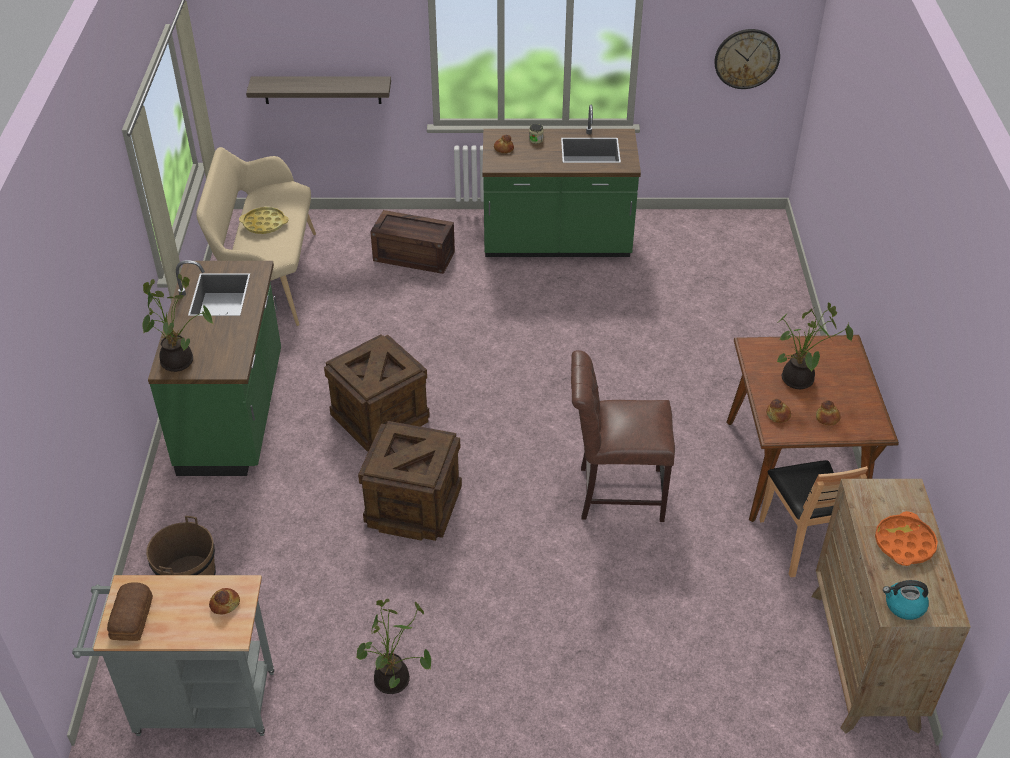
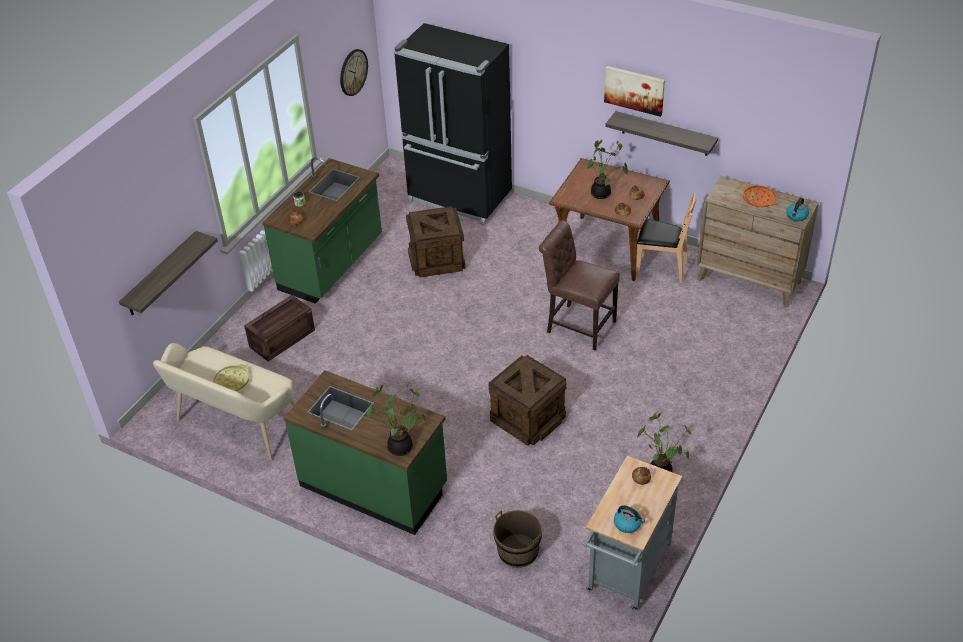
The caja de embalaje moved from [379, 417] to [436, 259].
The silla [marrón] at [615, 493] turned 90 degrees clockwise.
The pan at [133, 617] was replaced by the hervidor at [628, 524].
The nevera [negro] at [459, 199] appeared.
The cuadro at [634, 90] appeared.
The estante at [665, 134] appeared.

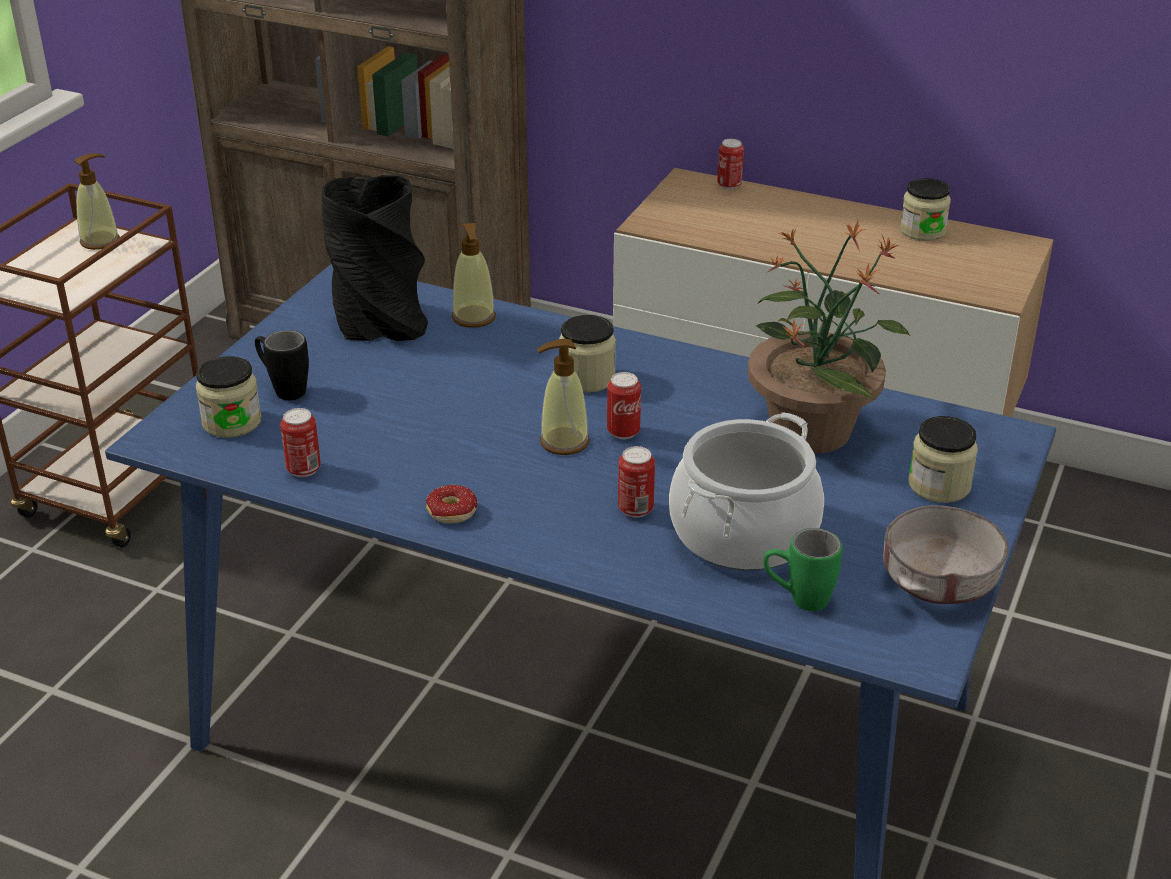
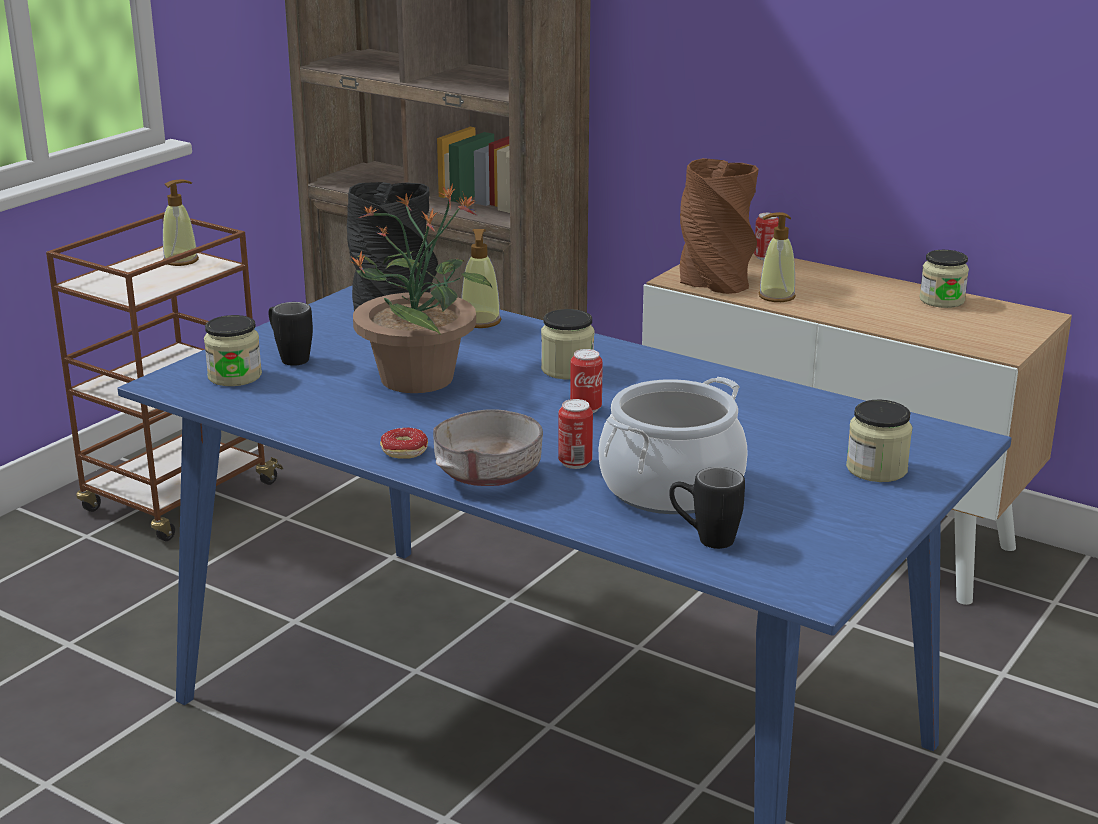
The planta en maceta moved from [811, 429] to [419, 377].
The dispensador de jabón moved from [564, 442] to [776, 296].
The lata at [303, 469] disappeared.
The cuenco [gris] moved from [940, 583] to [489, 476].
The taza grande [verde] at [797, 599] became the taza grande [negro] at [704, 539].
The florero [marrón] at [714, 280] appeared.

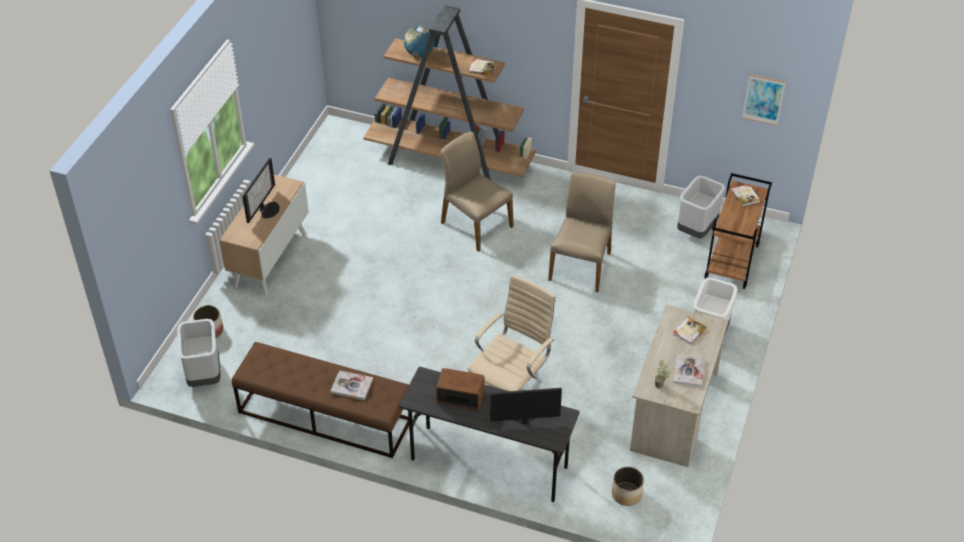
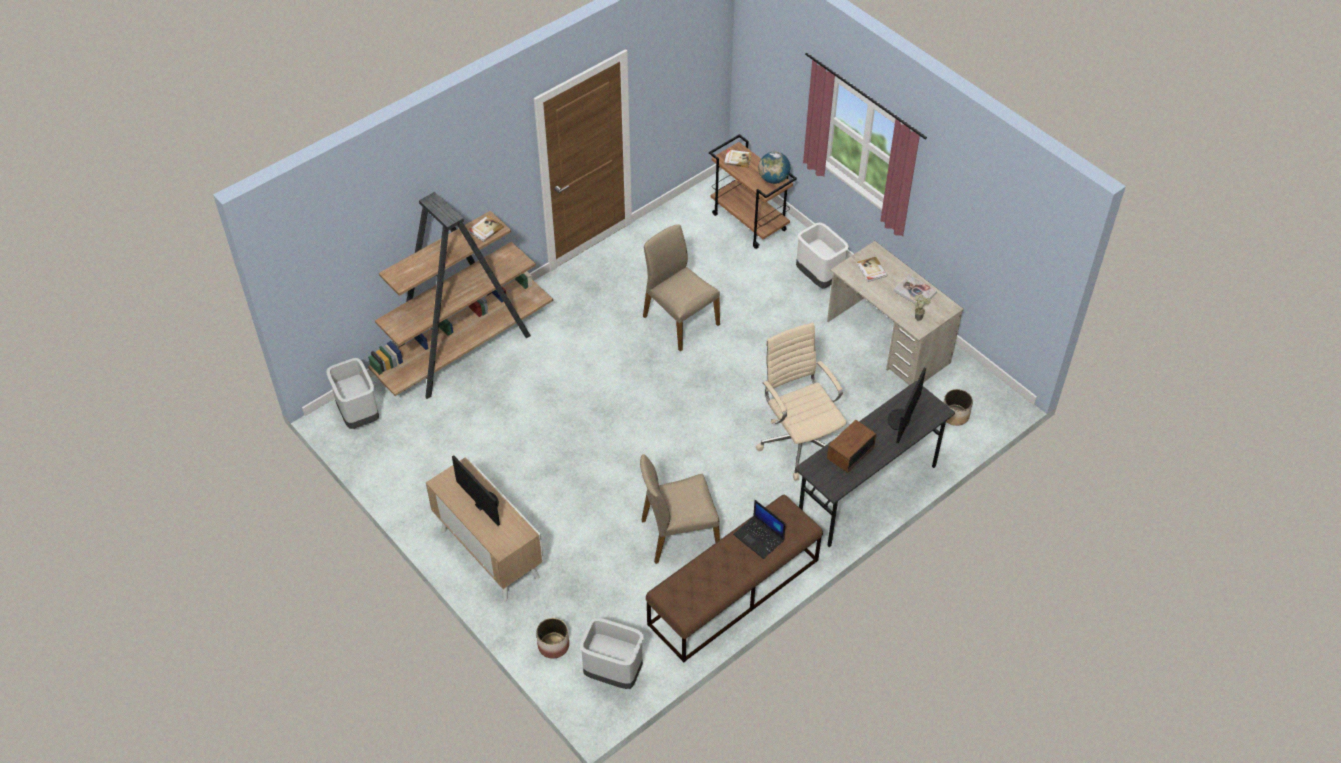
The globo terráqueo moved from [419, 54] to [773, 179].
The cuadro at [763, 99] disappeared.
The silla [beis] moved from [475, 224] to [679, 534].
The papelera [gris] moved from [696, 229] to [358, 415].
The libro at [351, 386] was replaced by the portátil at [759, 537].

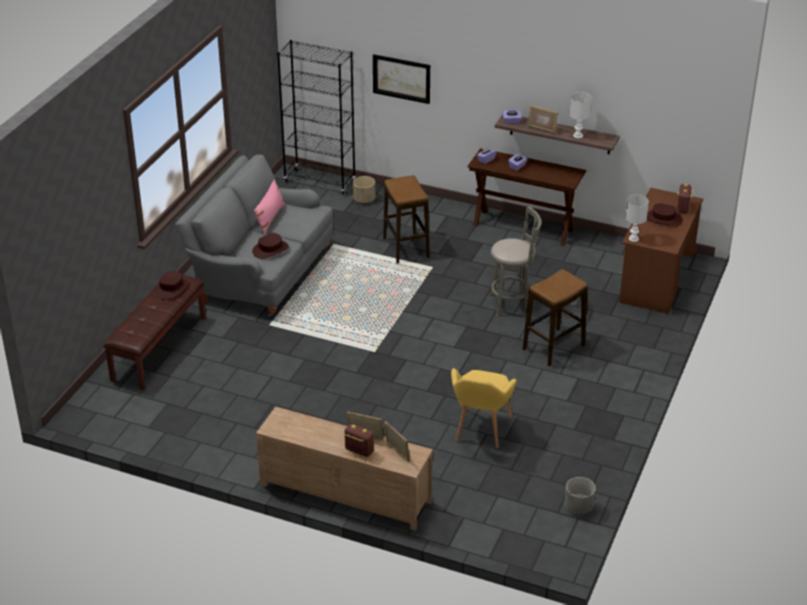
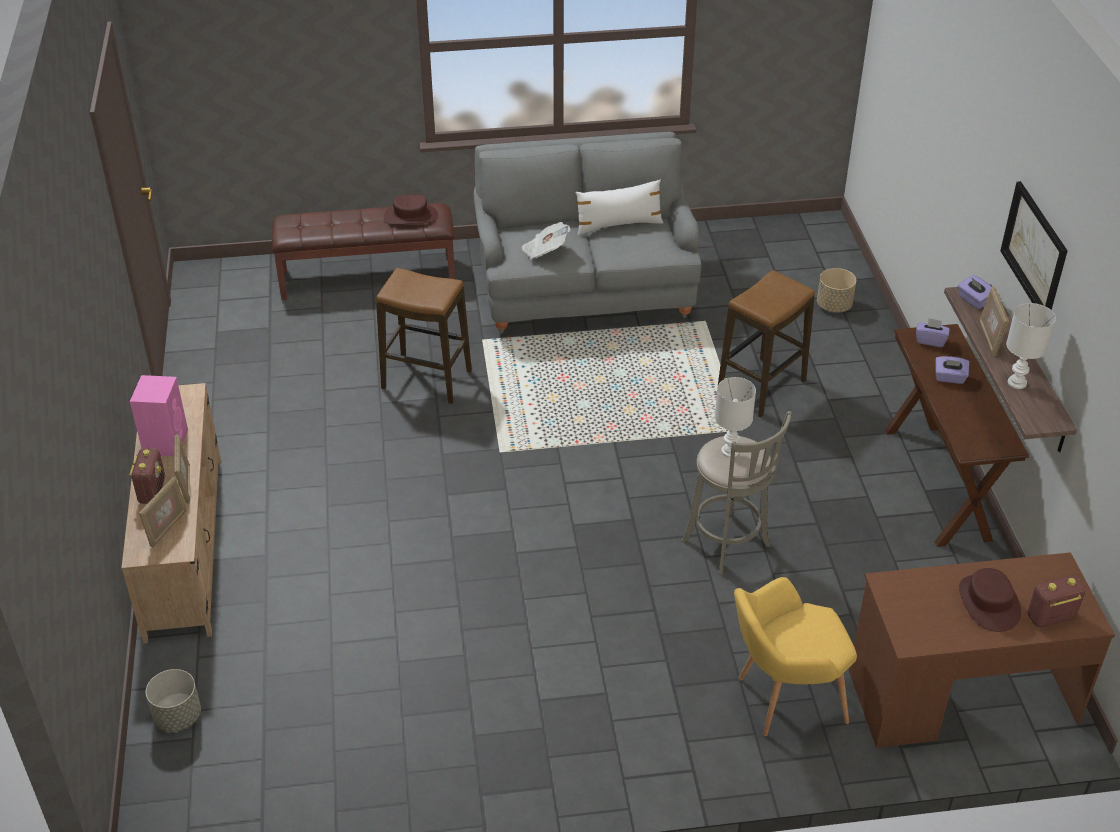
The estantería [negro] at [320, 182] disappeared.
The cuadro moved from [401, 78] to [1034, 250].
The cojín [rosa] at [270, 218] became the cojín [blanco] at [618, 225].
The lámpara de mesa [blanco] moved from [633, 239] to [729, 451].
The sombrero [marrón] at [270, 250] was replaced by the periódico at [545, 251].
The taburete moved from [553, 347] to [426, 380].
The sillón [amarillo] moved from [480, 431] to [783, 699].
The maceta [gris] moved from [578, 507] to [177, 716].
The altavoz [rosa] at [166, 441] appeared.

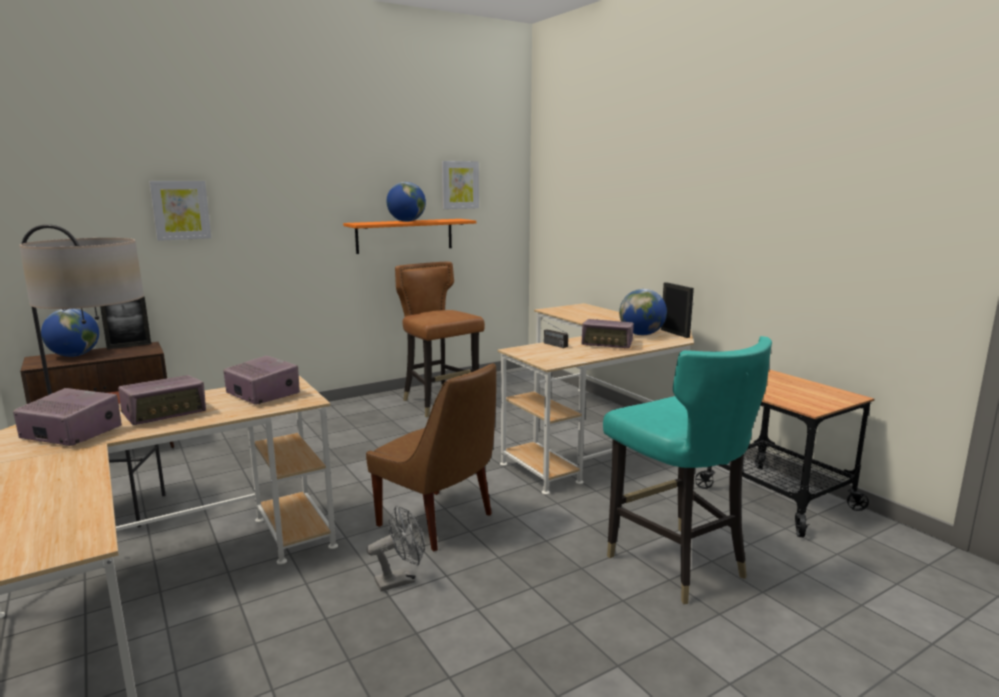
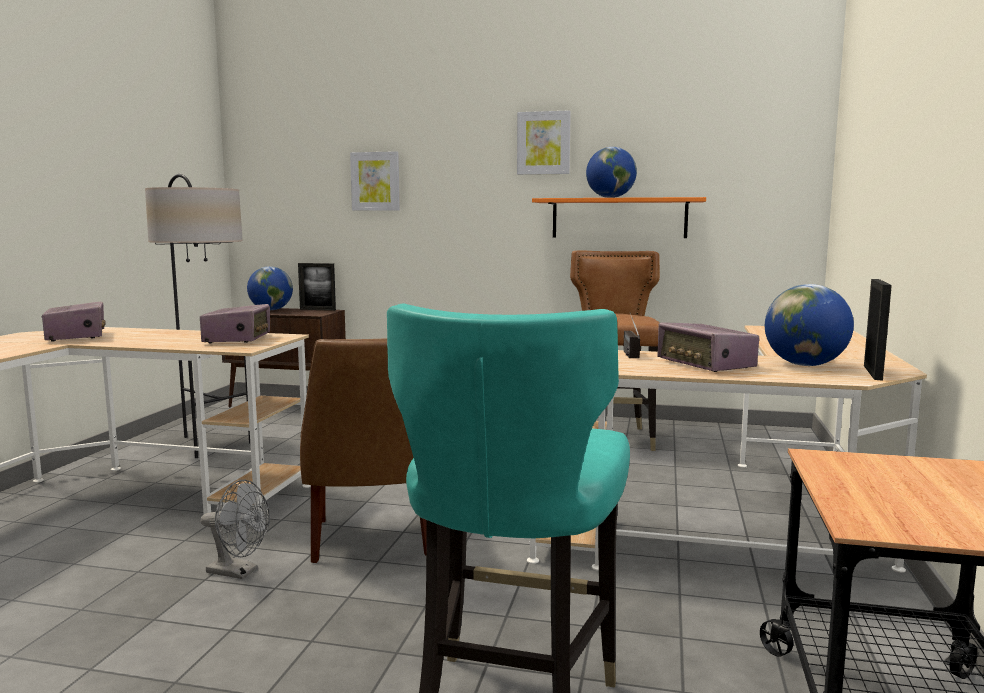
The cuadro moved from [459, 185] to [543, 143].
The radio at [165, 414] disappeared.

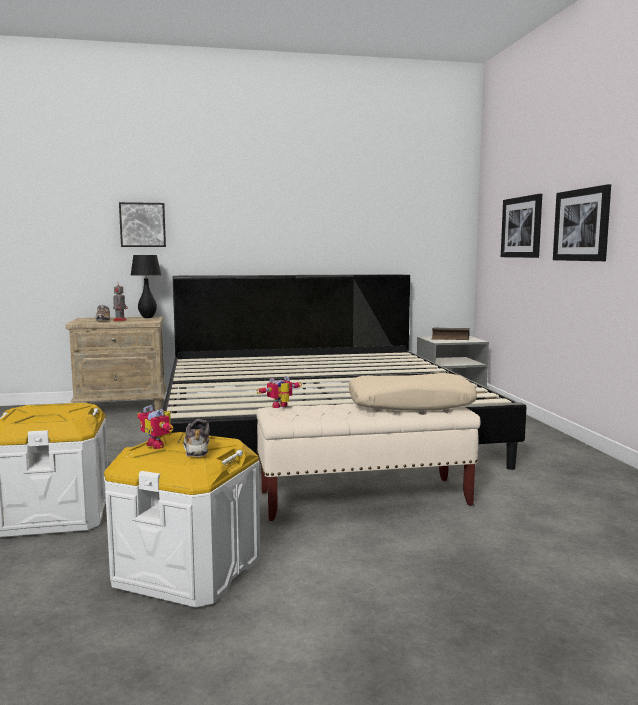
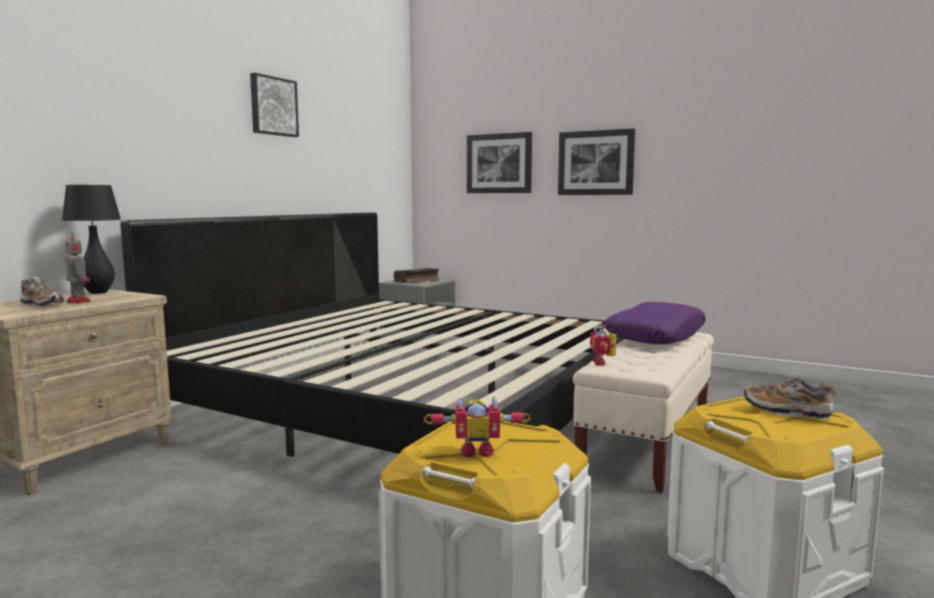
The cuadro moved from [143, 225] to [273, 106].
The cojín [beis] at [410, 404] became the cojín [morado] at [655, 336].
The robot de juguete moved from [159, 445] to [476, 451].

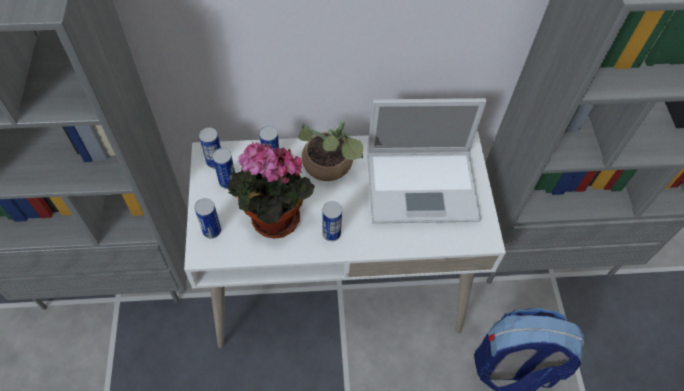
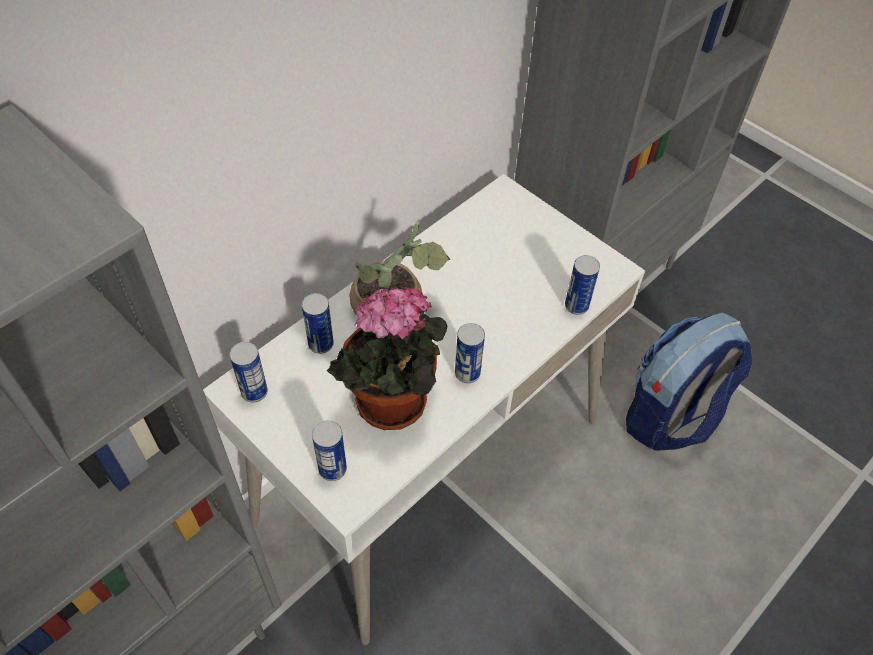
The portátil at [424, 185] disappeared.
The lata moved from [228, 182] to [576, 306].

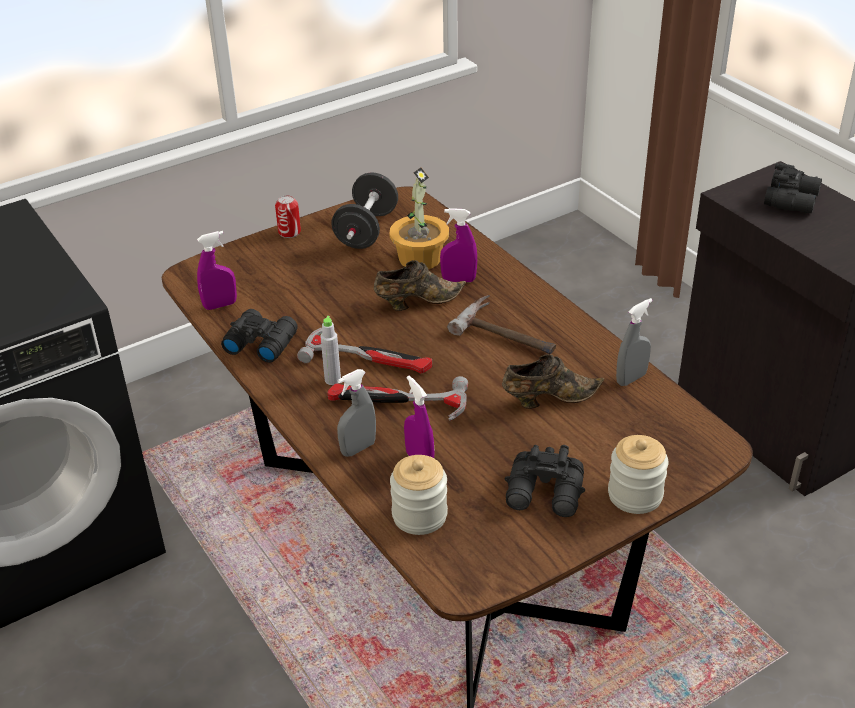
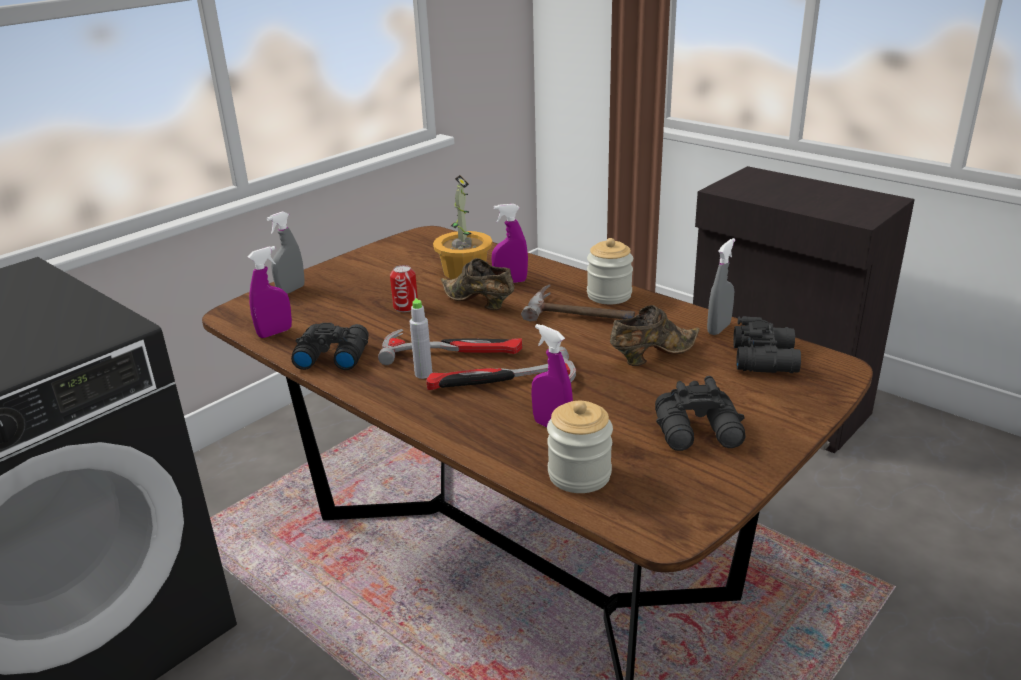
The prismáticos [negro] moved from [793, 199] to [766, 358].
The mancuerna [negro] at [366, 230] disappeared.
The lata moved from [289, 232] to [405, 307].
The zapato [marrón] at [417, 302] turned 105 degrees counterclockwise.
The pulverizador [gris] moved from [358, 448] to [291, 290].
The tarro moved from [635, 495] to [609, 295].

